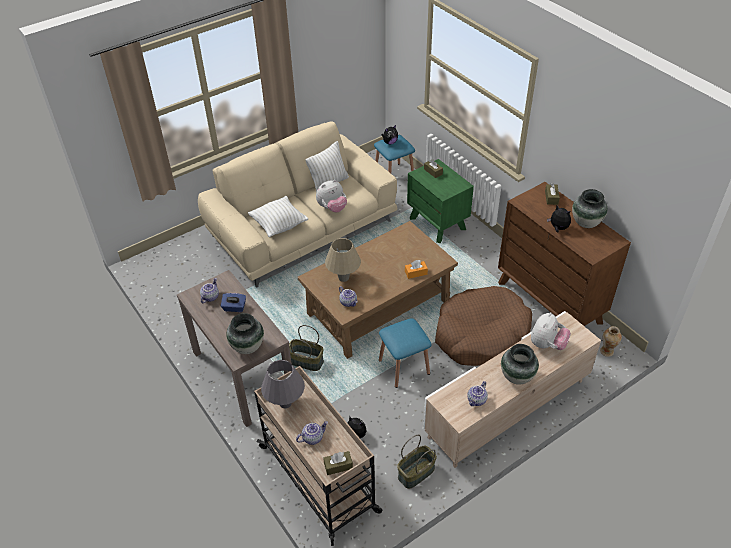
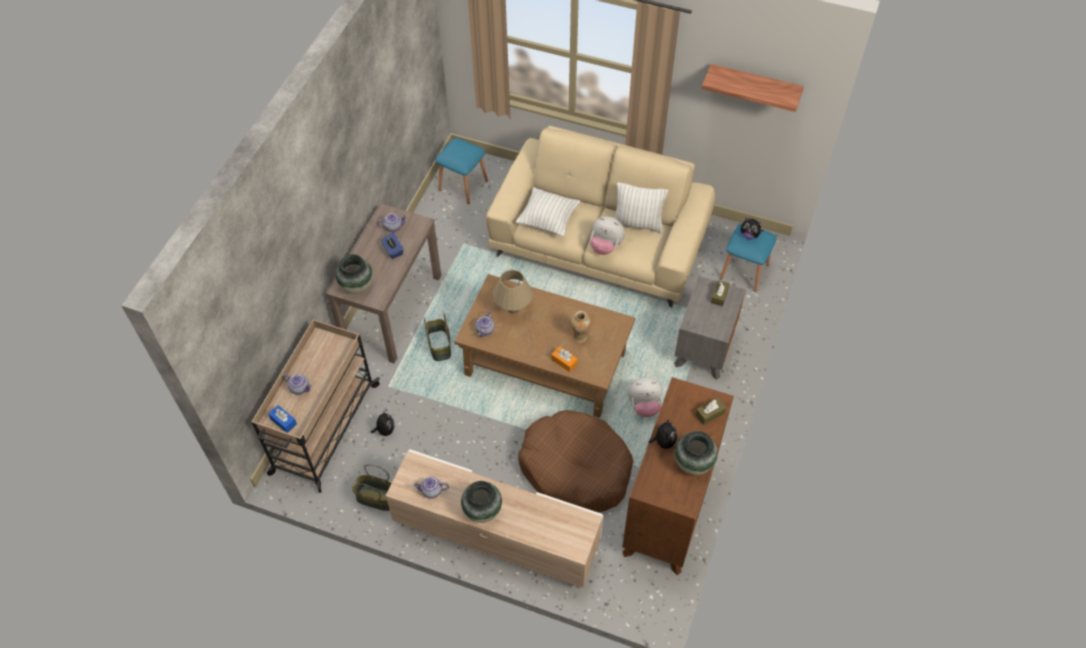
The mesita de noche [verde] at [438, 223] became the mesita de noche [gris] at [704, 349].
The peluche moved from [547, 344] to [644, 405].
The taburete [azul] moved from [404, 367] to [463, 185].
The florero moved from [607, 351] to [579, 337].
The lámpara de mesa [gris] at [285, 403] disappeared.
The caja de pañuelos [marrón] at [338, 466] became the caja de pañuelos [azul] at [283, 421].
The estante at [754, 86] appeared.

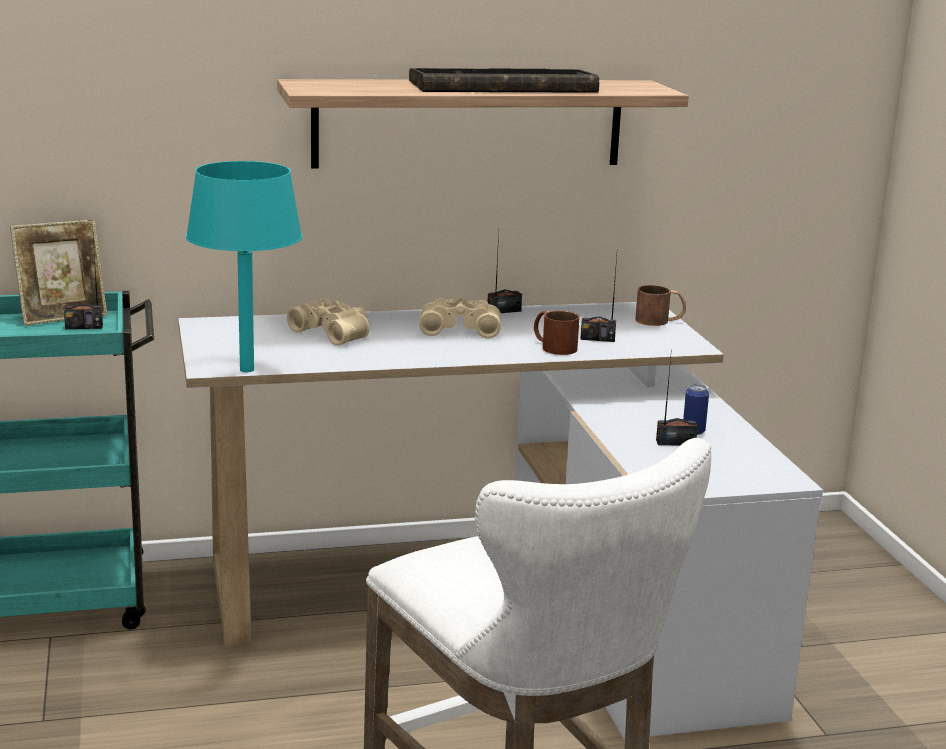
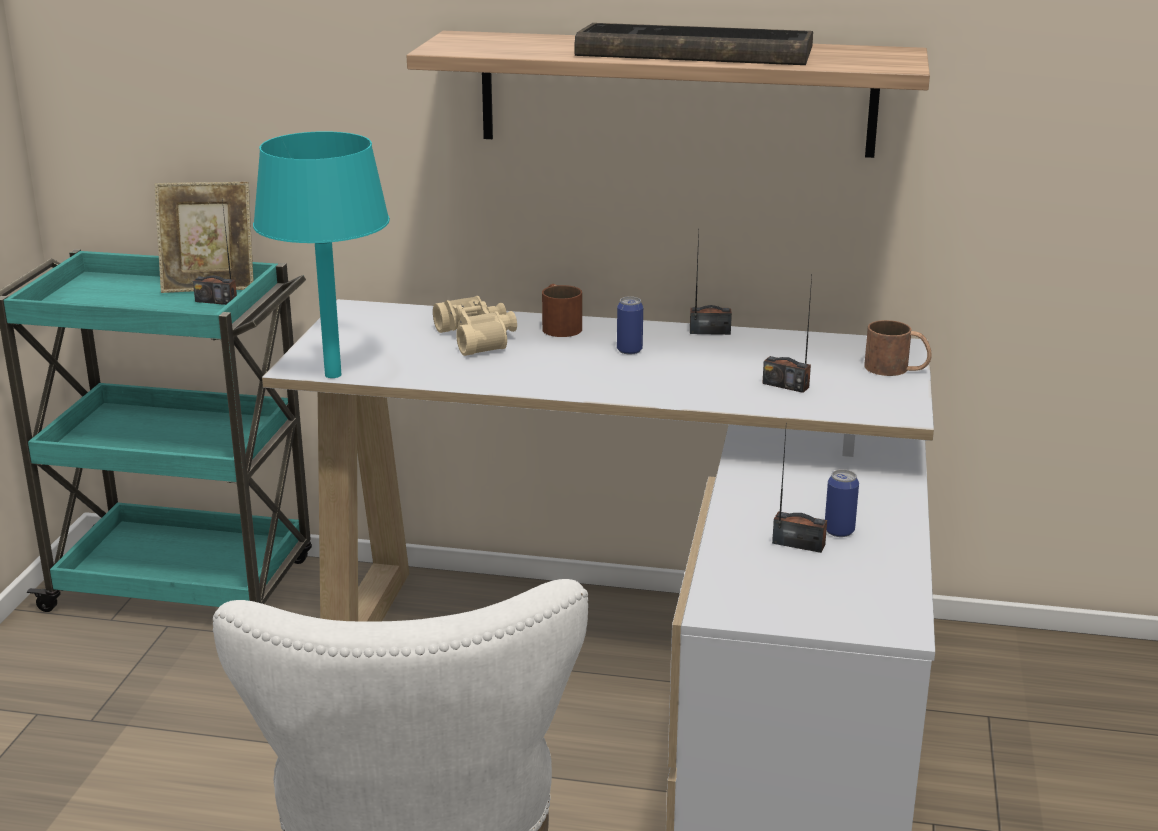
The prismáticos [beis] at [460, 329] was replaced by the lata at [629, 350].
The taza grande [marrón] moved from [553, 346] to [558, 326].

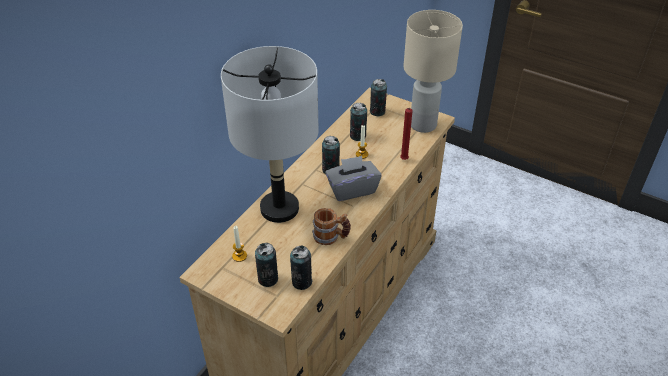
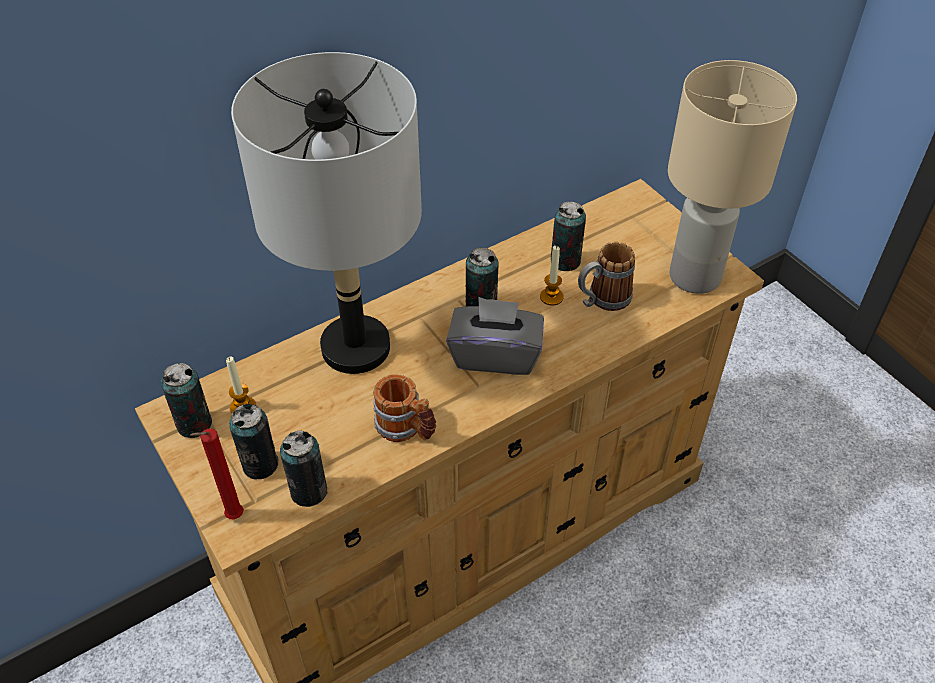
The lata moved from [377, 112] to [194, 424].
The vela [rojo] moved from [403, 160] to [232, 517].
The taza grande at [602, 300] appeared.

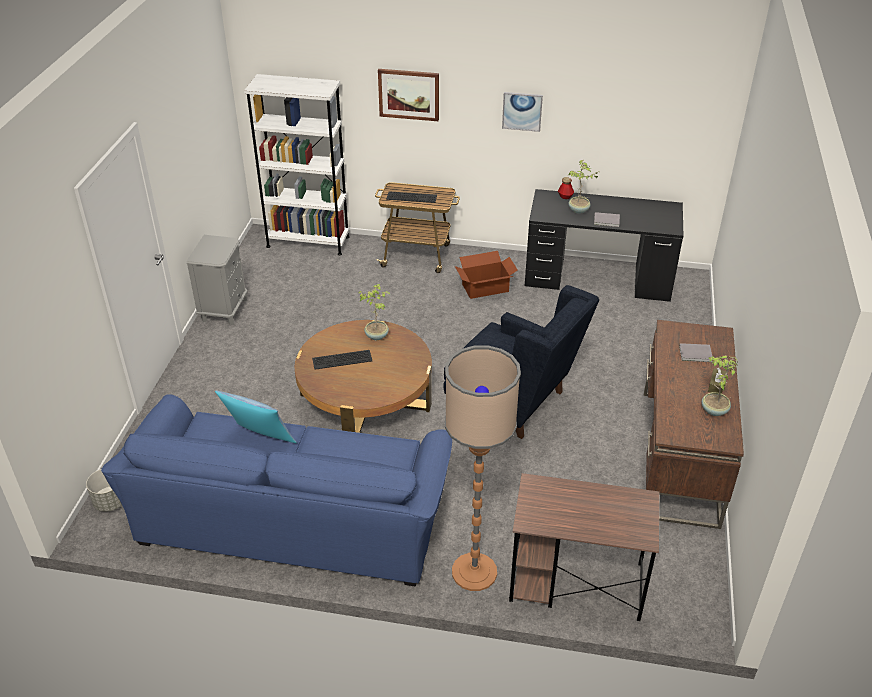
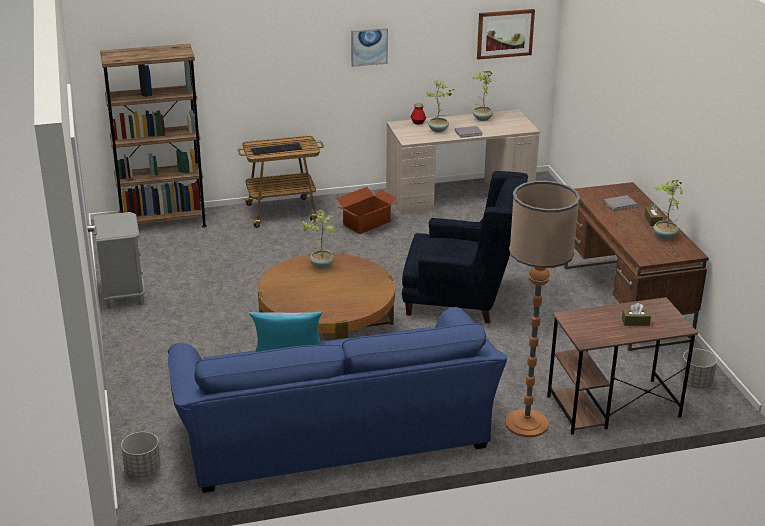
The cuadro moved from [409, 94] to [505, 33].
The estantería [blanco] at [308, 242] became the estantería [marrón] at [163, 223].
The escritorio [negro] at [598, 277] became the escritorio [beis] at [460, 194].
The teclado at [341, 360] disappeared.
The planta en maceta at [481, 118] appeared.
The caja de pañuelos [marrón] at [635, 322] appeared.
The maceta [gris] at [695, 383] appeared.

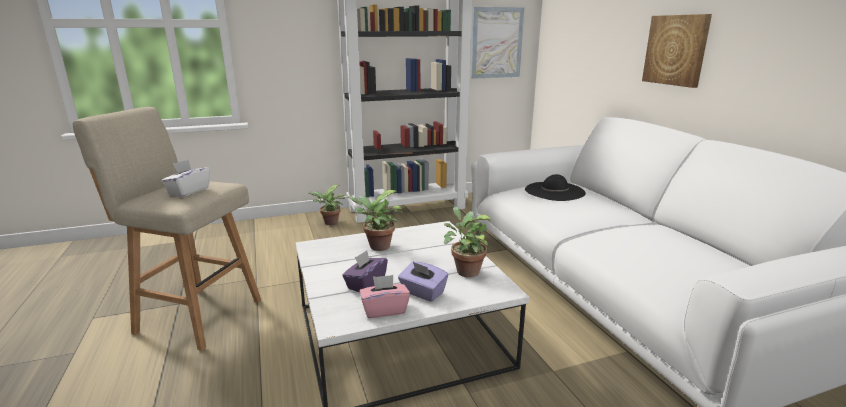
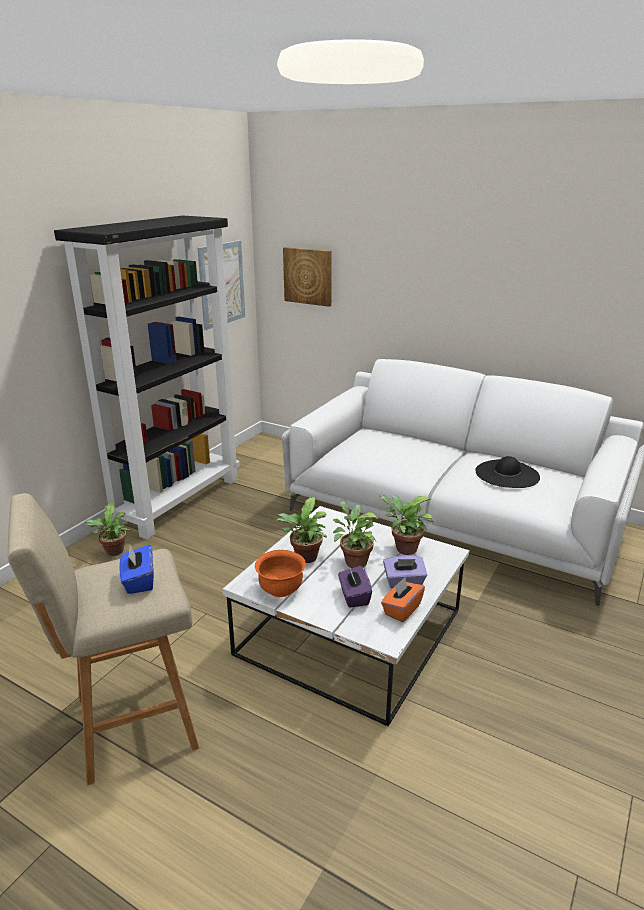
The cuadro moved from [676, 50] to [308, 276].
The caja de pañuelos [blanco] at [188, 191] became the caja de pañuelos [azul] at [139, 581].
The sombrero [negro] moved from [554, 191] to [507, 474].
The caja de pañuelos [rosa] at [384, 310] became the caja de pañuelos [naranja] at [401, 610].
The planta en maceta at [353, 561] appeared.
The cuenco [naranja] at [281, 590] appeared.

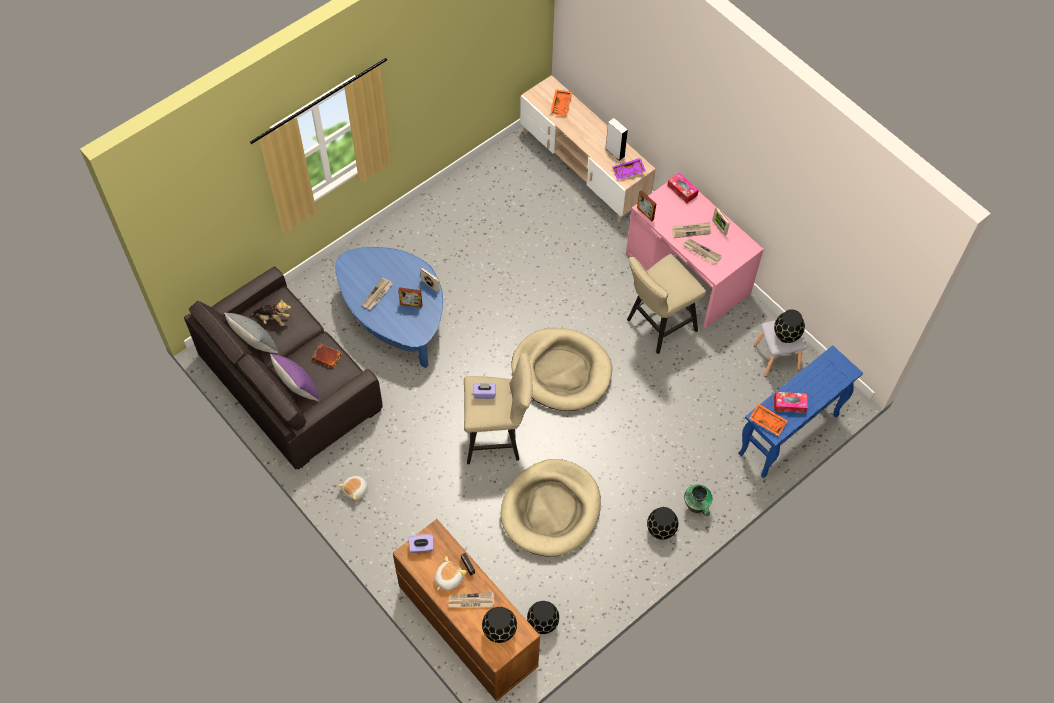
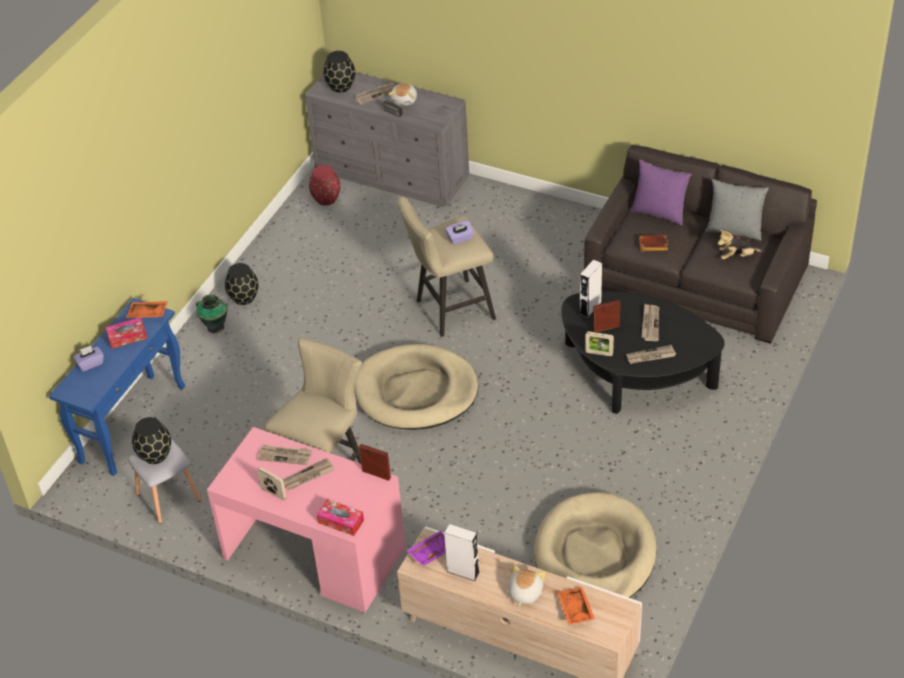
The mesa de centro [azul] at [394, 317] became the mesa de centro [negro] at [635, 373].
The cama para perro [beis] moved from [551, 510] to [595, 555].
The peluche moved from [356, 490] to [524, 592].
The cómoda [marrón] at [467, 626] became the cómoda [gris] at [393, 175].
The caja de pañuelos [morado] moved from [421, 547] to [90, 363].
The florero [negro] at [543, 623] became the florero [rojo] at [326, 199].
The altavoz [blanco] at [590, 308] appeared.
The periódico at [650, 356] appeared.

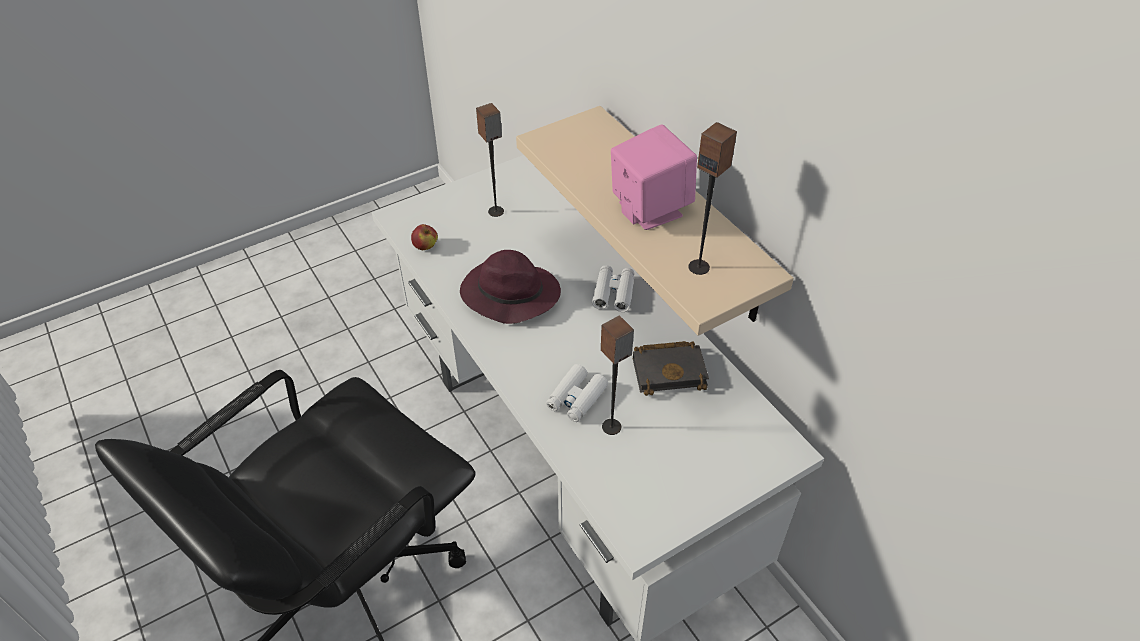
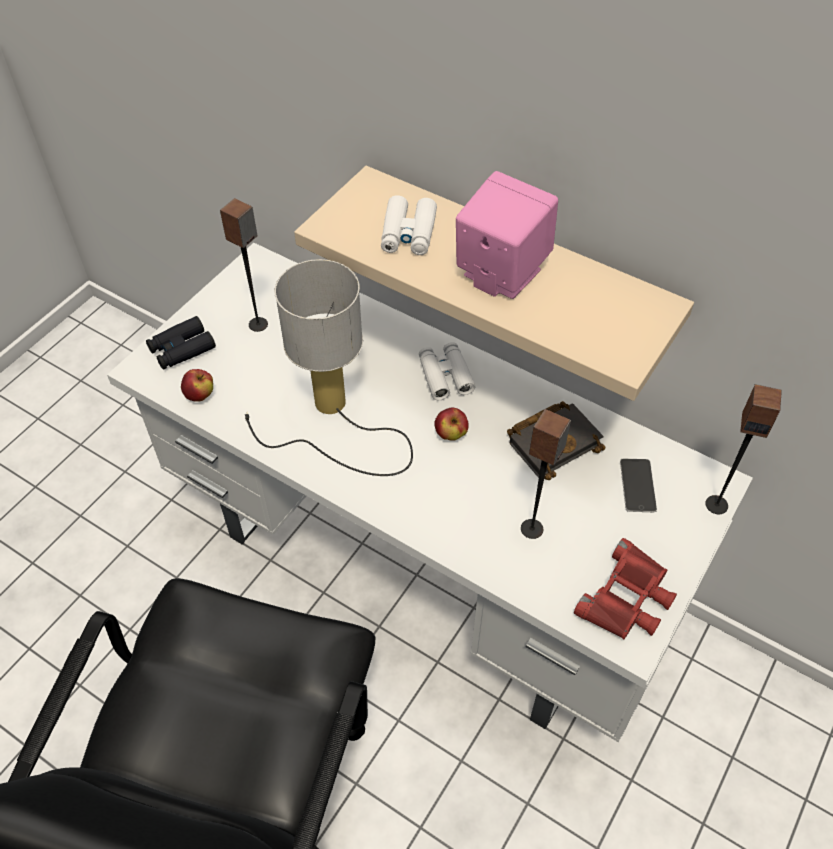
The altavoz moved from [699, 267] to [716, 504].
The sombrero [morado] at [509, 295] was replaced by the lámpara de mesa at [332, 419].
The prismáticos [blanco] moved from [576, 398] to [408, 233].
The prismáticos [negro] at [181, 349] appeared.
The manzana at [450, 434] appeared.
The móvil at [637, 485] appeared.
The prismáticos [rojo] at [627, 598] appeared.

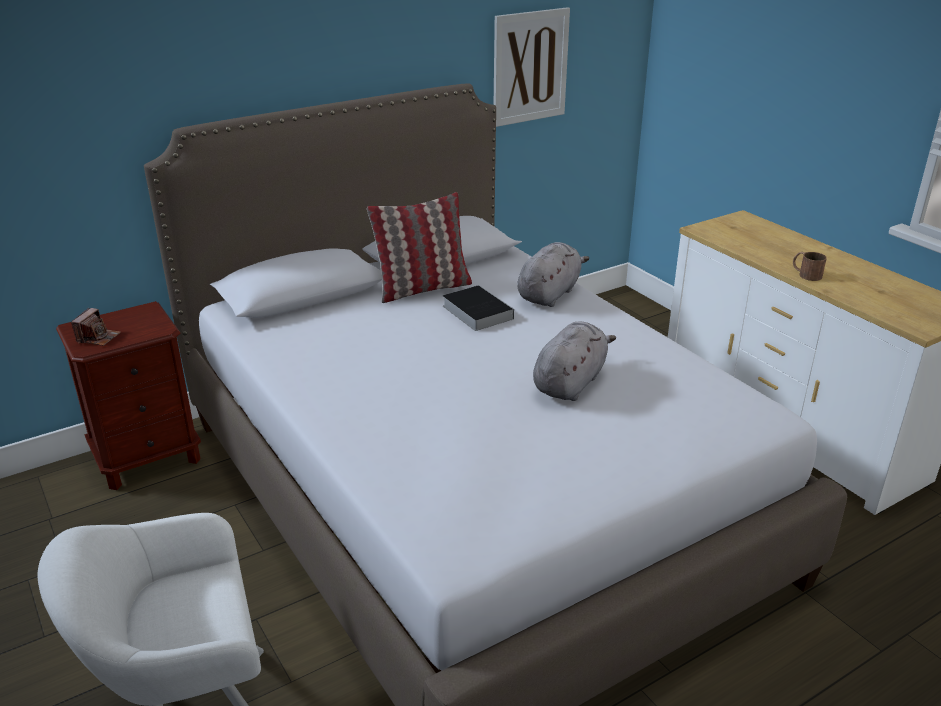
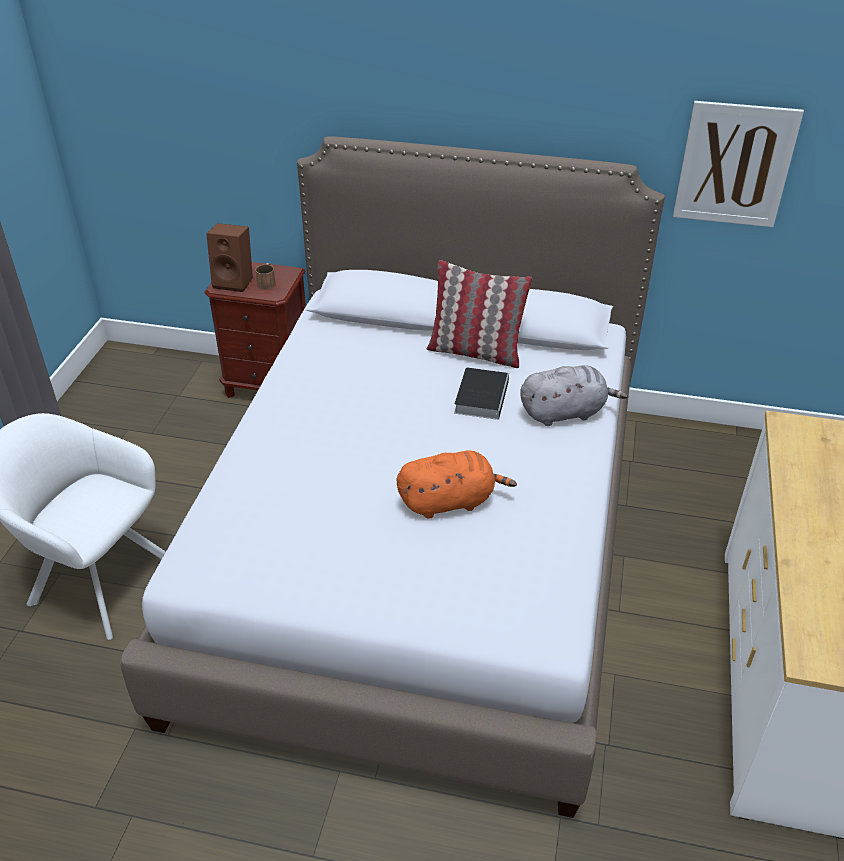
The taza grande [marrón] moved from [805, 274] to [267, 282].
The cámara at [98, 337] was replaced by the altavoz [marrón] at [235, 281].
The peluche [gris] at [570, 382] became the peluche [naranja] at [450, 501].

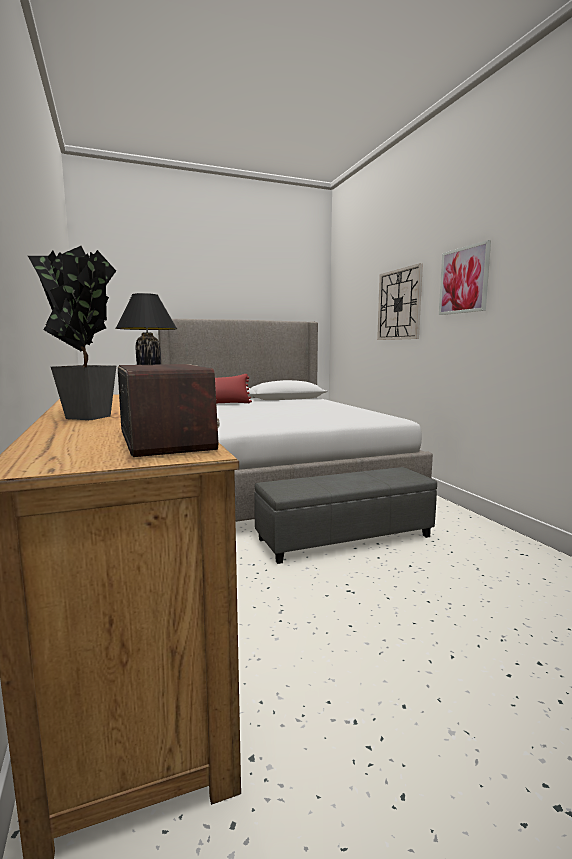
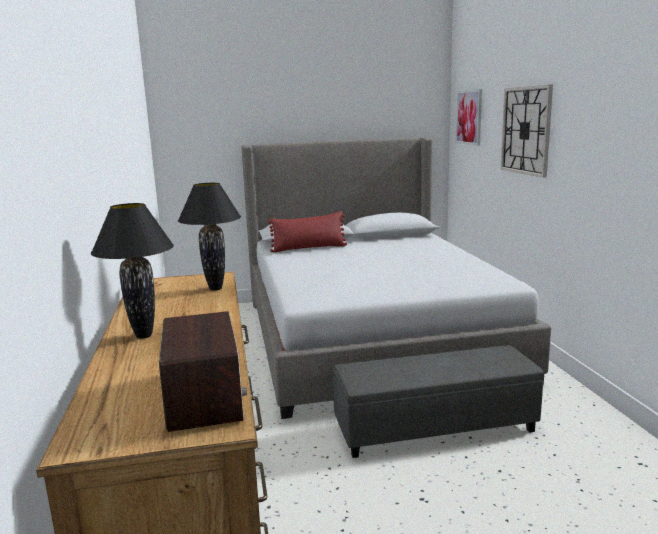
The cuadro moved from [464, 280] to [469, 117].
The planta en maceta at [85, 416] was replaced by the lámpara de mesa [negro] at [144, 336].

